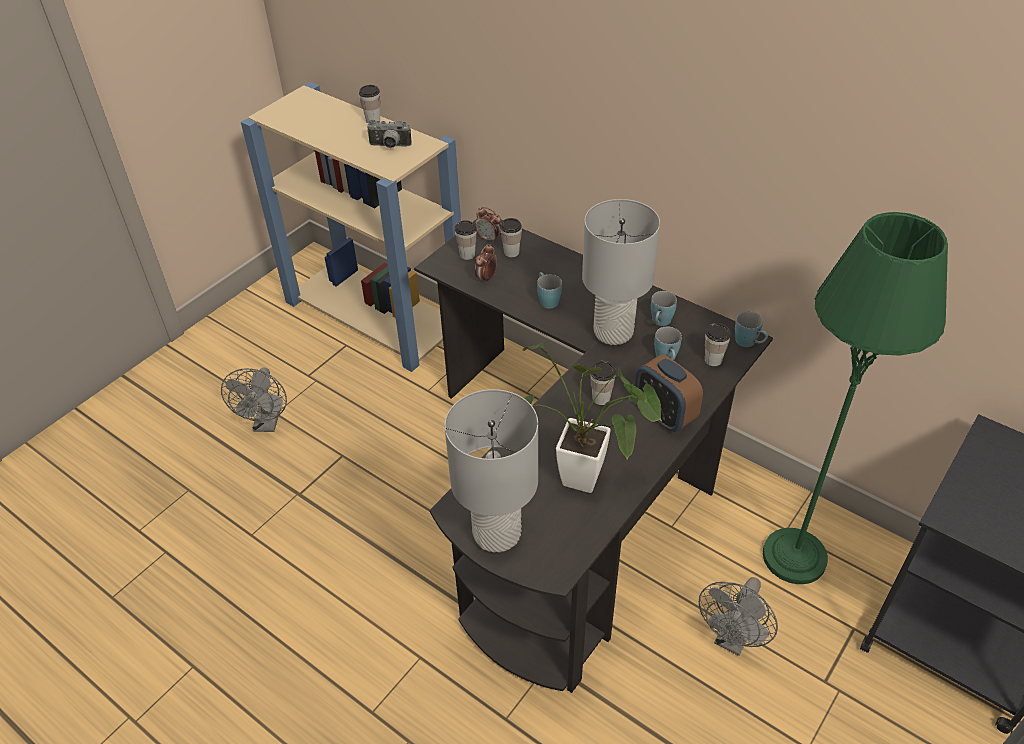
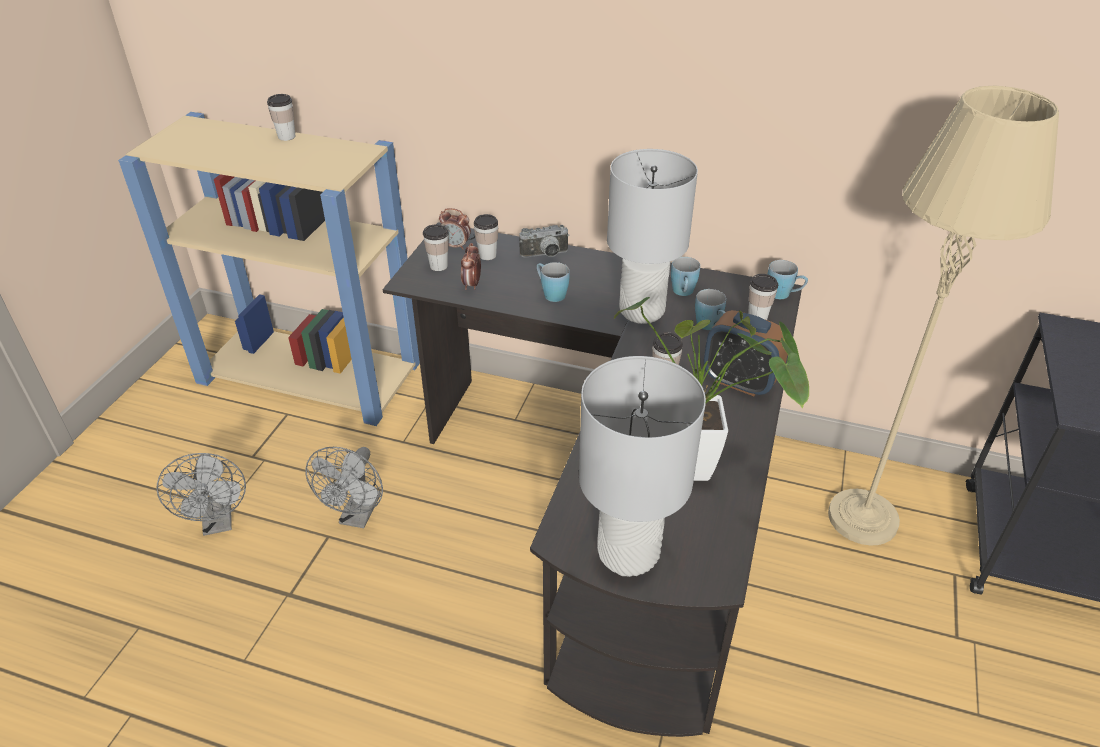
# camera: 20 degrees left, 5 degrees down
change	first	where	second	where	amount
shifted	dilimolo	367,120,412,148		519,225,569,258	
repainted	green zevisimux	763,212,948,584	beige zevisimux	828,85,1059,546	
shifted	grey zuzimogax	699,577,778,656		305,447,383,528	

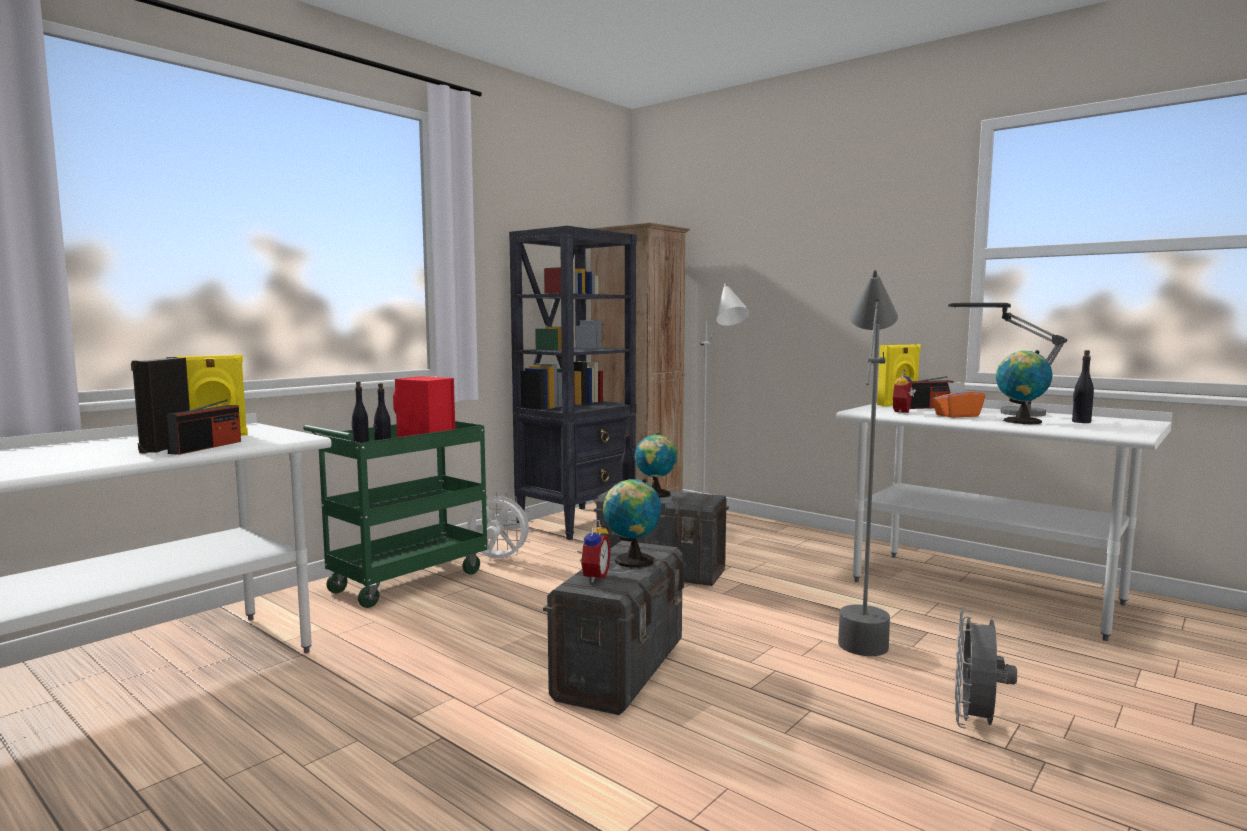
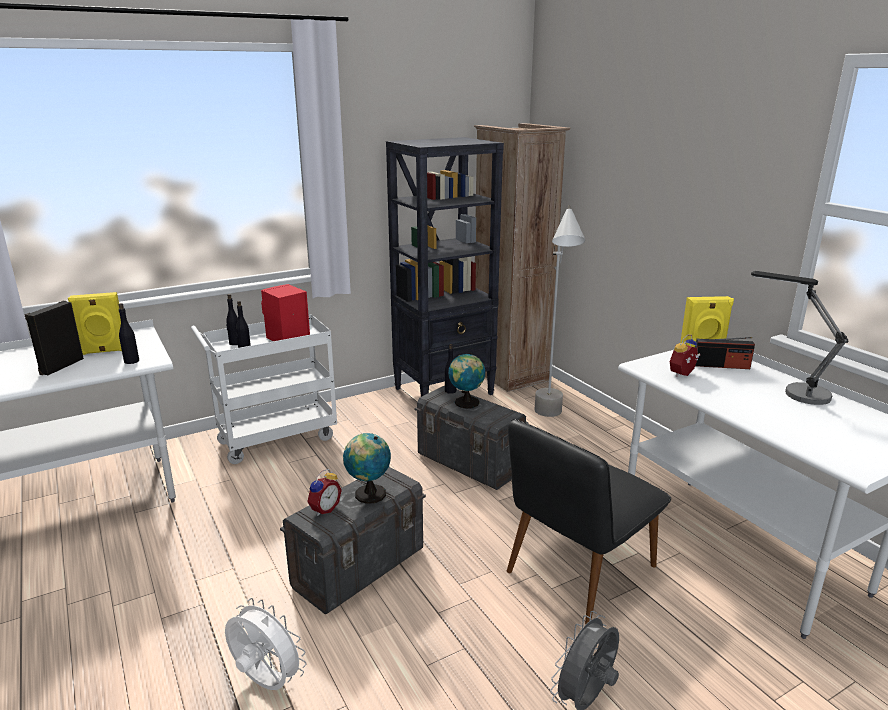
# camera: 20 degrees right, 15 degrees up
change	first	where	second	where	amount
swapped	grey zevisimux	838,270,898,656	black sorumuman	507,419,671,624	
gone	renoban	996,350,1053,424			
shifted	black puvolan	1072,350,1094,423		119,303,139,364	
gone	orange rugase	932,382,985,418			
gone	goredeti	165,399,241,455			
repainted	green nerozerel	303,421,487,608	white nerozerel	191,314,337,464	
shifted	white zuzimogax	467,492,533,558		225,598,307,690	

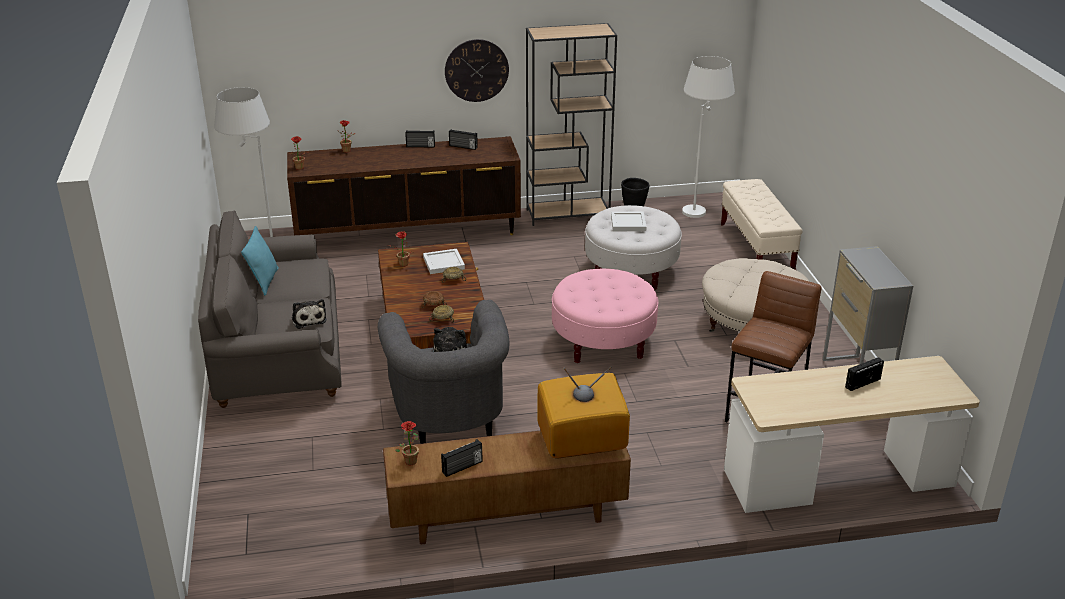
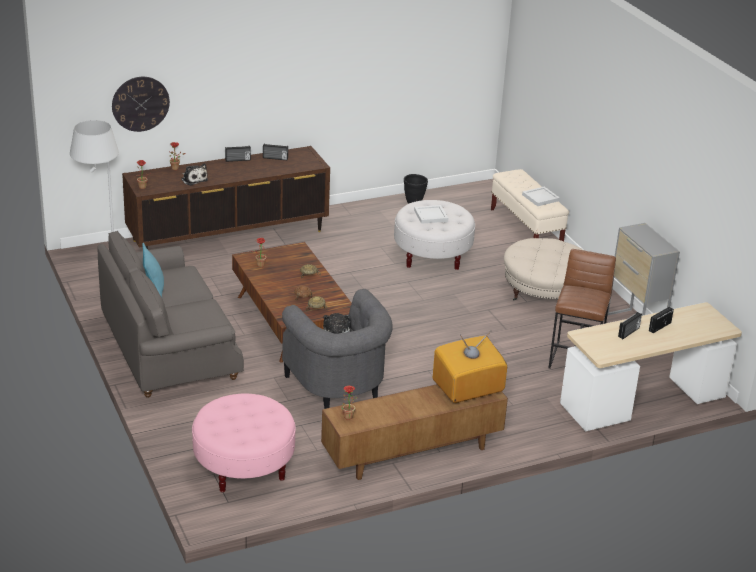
# camera: 15 degrees left, 0 degrees up
change	first	where	second	where	amount
gone	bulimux	526,23,617,226			
shifted	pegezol	445,39,509,102		112,77,170,132	
gone	white zevisimux	682,56,735,218			
shifted	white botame	423,249,465,274		522,187,560,206	
shifted	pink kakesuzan	552,269,658,363		192,394,296,492	
shifted	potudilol	292,299,327,329		181,163,208,186	
shifted	goredeti	441,439,483,477		618,312,642,339	

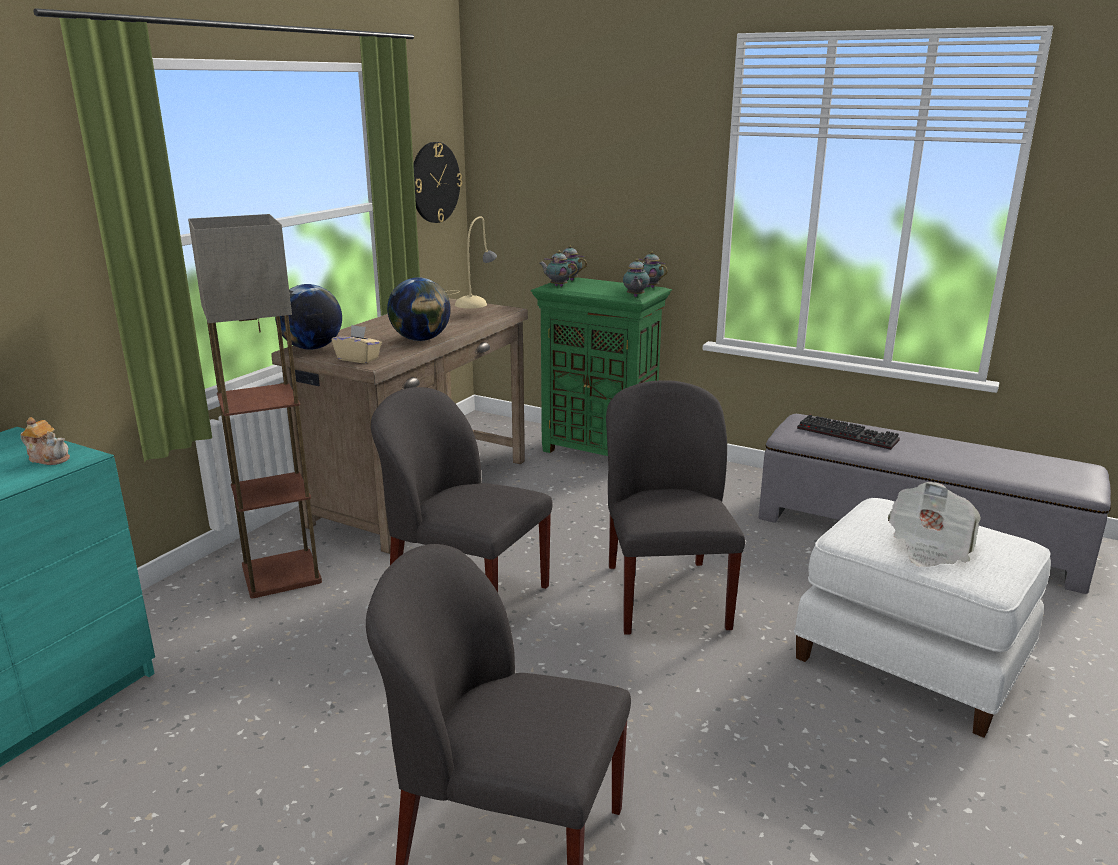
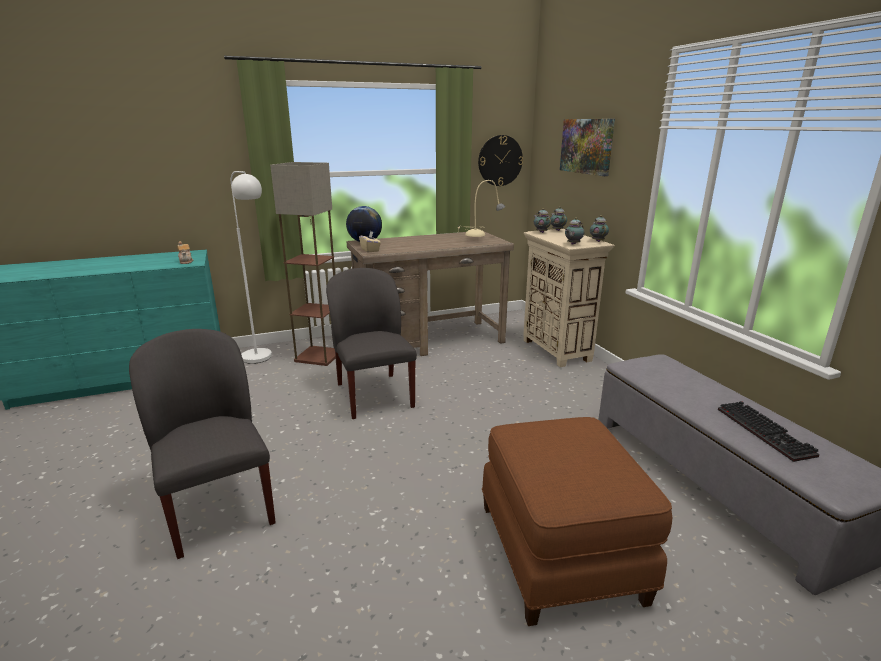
# camera: 40 degrees right, 0 degrees up
change	first	where	second	where	amount
gone	renoban	387,277,451,341			
repainted	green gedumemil	531,277,672,456	beige gedumemil	523,229,615,367	
gone	grey sorumuman	606,380,745,635			
shifted	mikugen	797,414,900,450		718,401,820,462	
gone	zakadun	888,482,981,567			
repainted	white kakesuzan	794,498,1051,738	brown kakesuzan	482,417,672,626	
new			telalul	560,119,615,176	
new			white zevisimux	231,171,272,364	

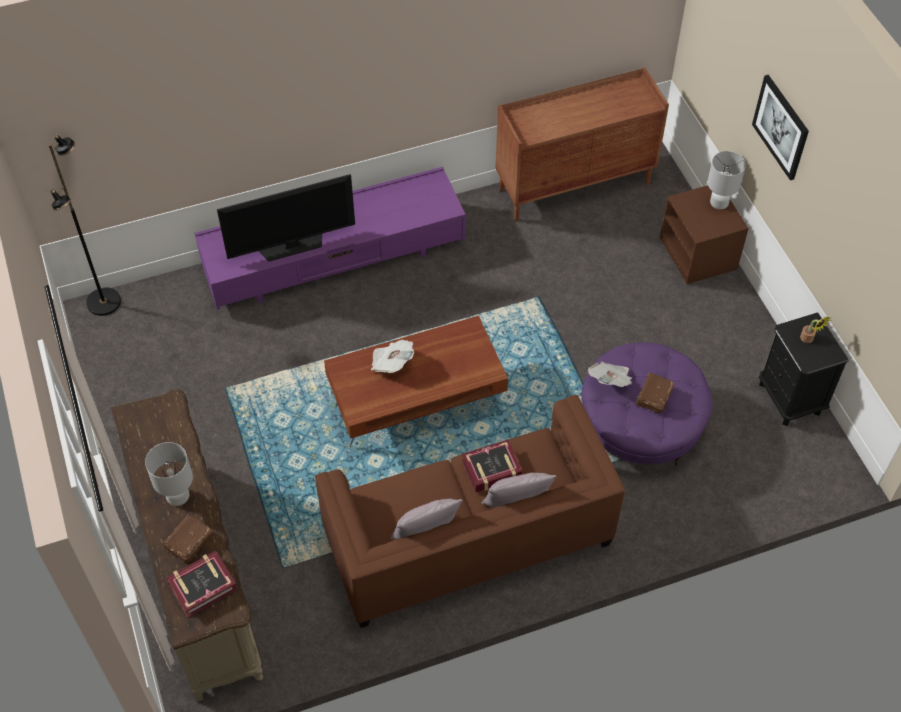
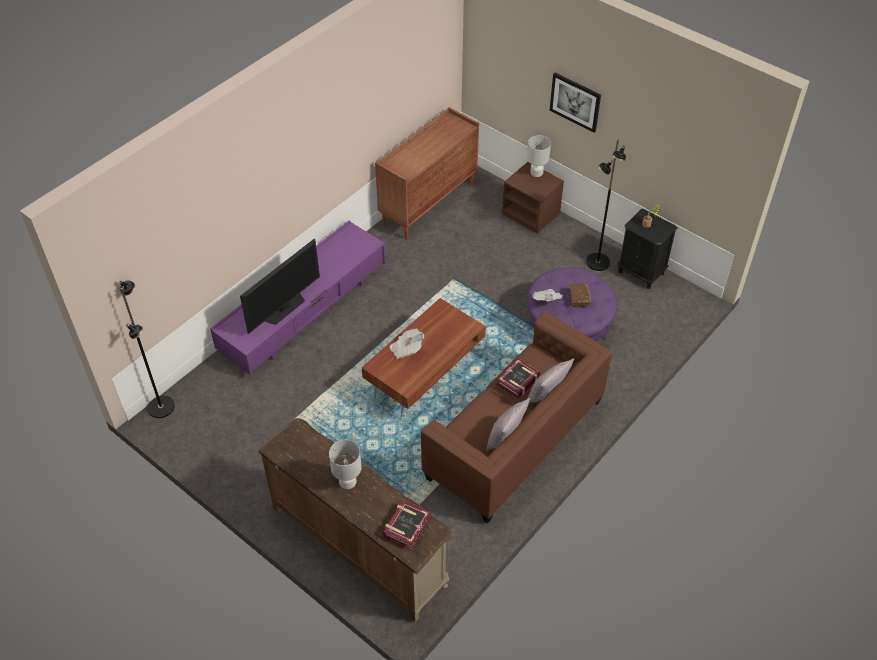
# camera: 30 degrees left, 5 degrees down
change	first	where	second	where	amount
gone	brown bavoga	163,514,212,563			
new			black zevisimux	586,139,626,271	

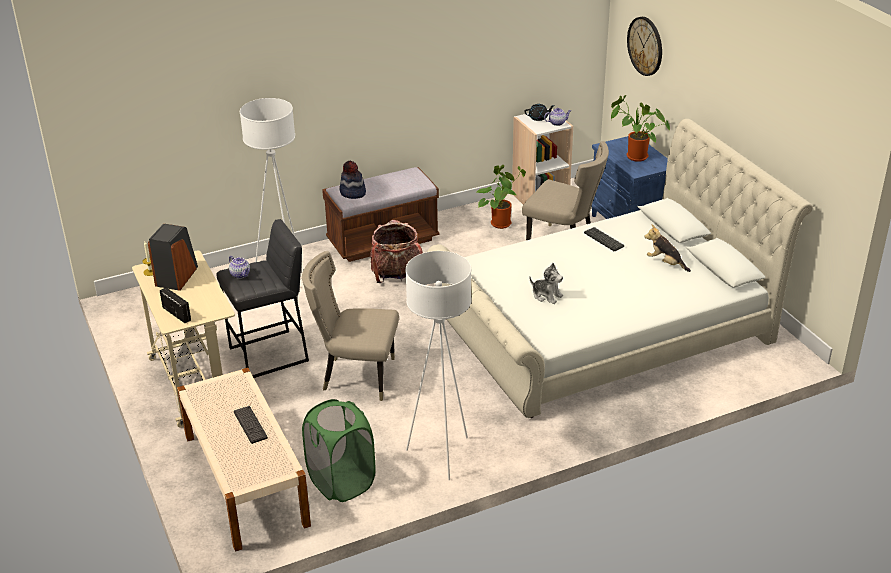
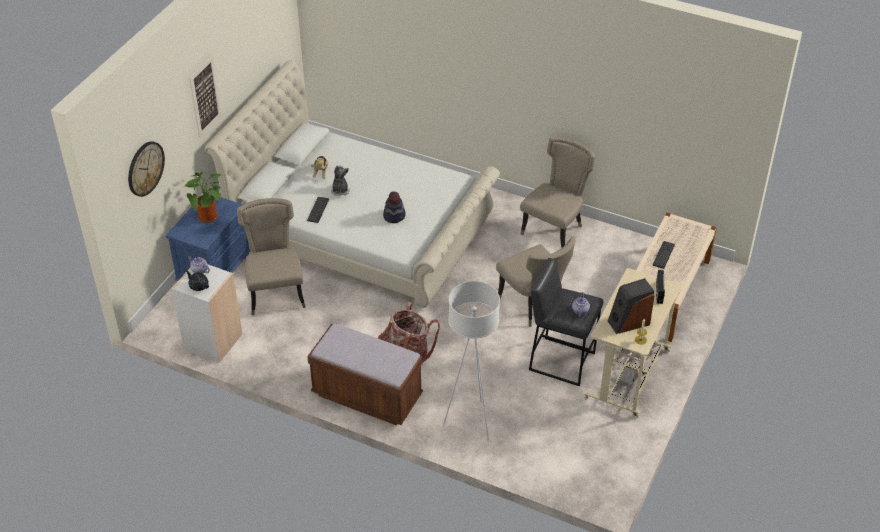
# camera: 130 degrees left, 10 degrees up
change	first	where	second	where	amount
shifted	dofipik	339,161,366,199		383,191,406,223	
gone	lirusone	477,165,526,229			
swapped	white zevisimux	405,251,472,480	beige sorumuman	520,137,595,248	
shifted	potudilol	529,263,563,304		331,165,350,196	
gone	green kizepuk	302,399,376,502			
new			telalul	189,56,222,137	

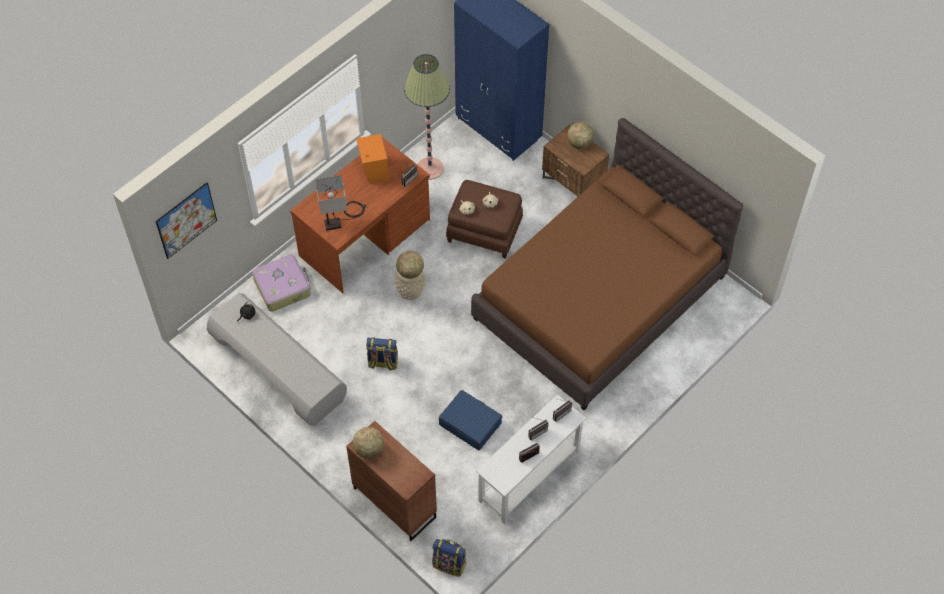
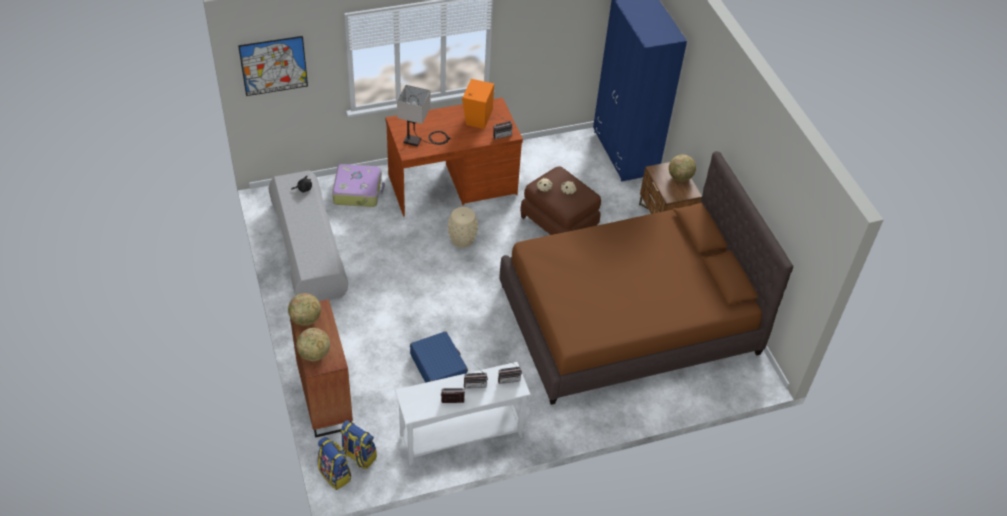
# camera: 25 degrees right, 10 degrees down
change	first	where	second	where	amount
gone	zevisimux	404,54,450,180			
shifted	renoban	396,251,424,279		296,328,330,361	
shifted	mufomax	366,337,398,371		340,420,377,469	

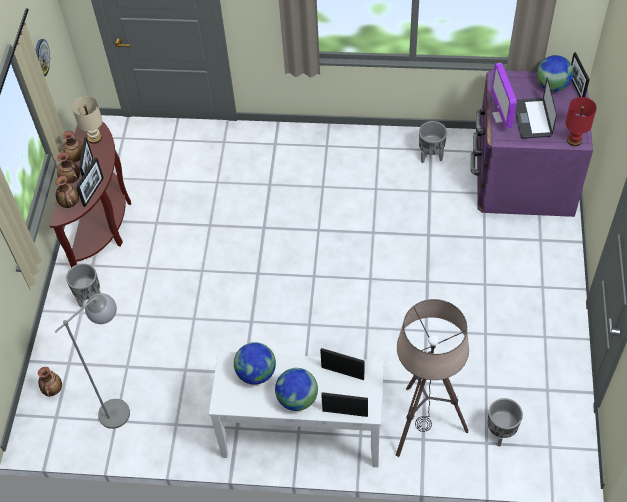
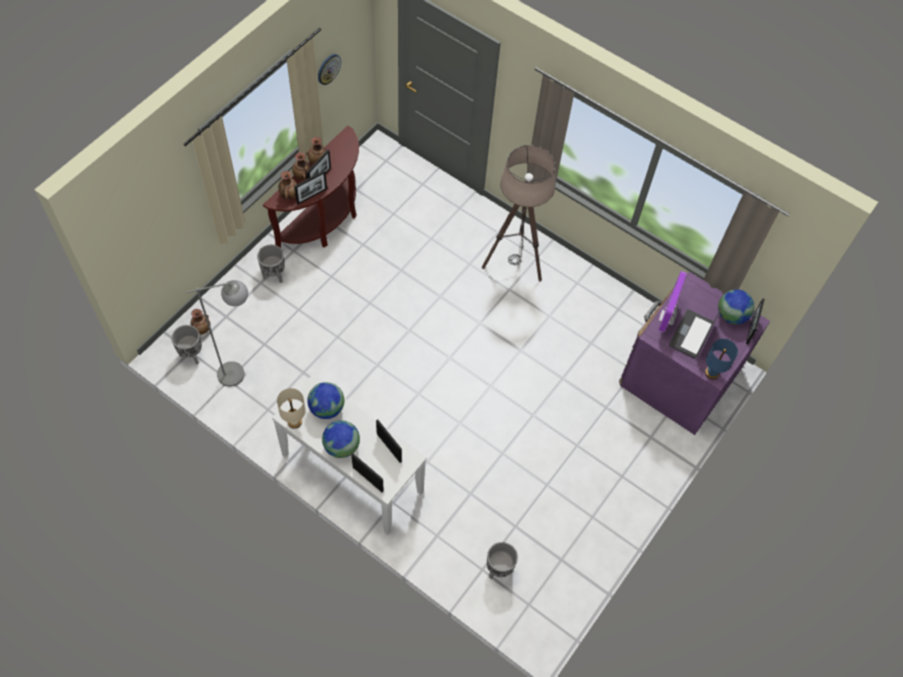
# camera: 25 degrees right, 5 degrees up
change	first	where	second	where	amount
shifted	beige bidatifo	72,96,102,144		277,388,306,429	
repainted	red bidatifo	565,97,597,146	blue bidatifo	705,339,738,380	
shifted	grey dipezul	419,121,447,163		171,325,202,365	
shifted	zevisimux	396,299,469,457		482,145,555,282	

